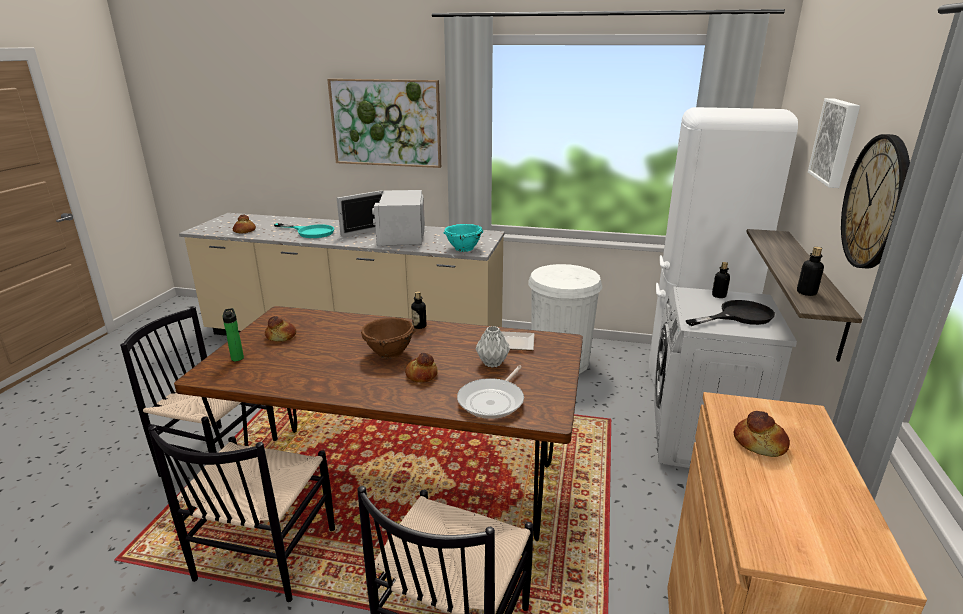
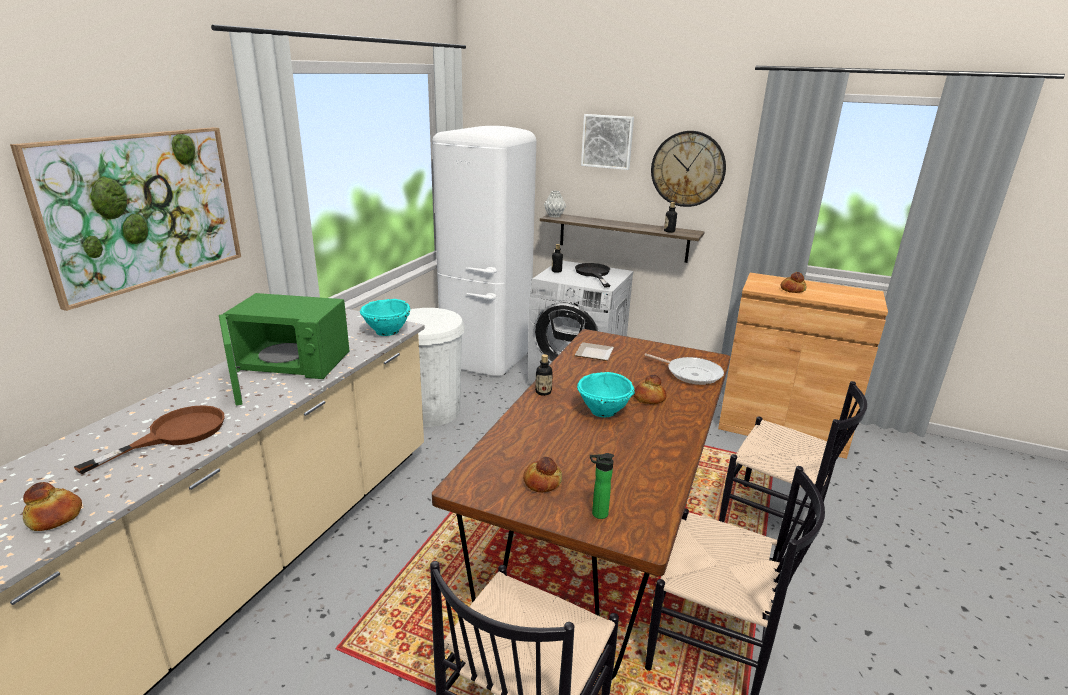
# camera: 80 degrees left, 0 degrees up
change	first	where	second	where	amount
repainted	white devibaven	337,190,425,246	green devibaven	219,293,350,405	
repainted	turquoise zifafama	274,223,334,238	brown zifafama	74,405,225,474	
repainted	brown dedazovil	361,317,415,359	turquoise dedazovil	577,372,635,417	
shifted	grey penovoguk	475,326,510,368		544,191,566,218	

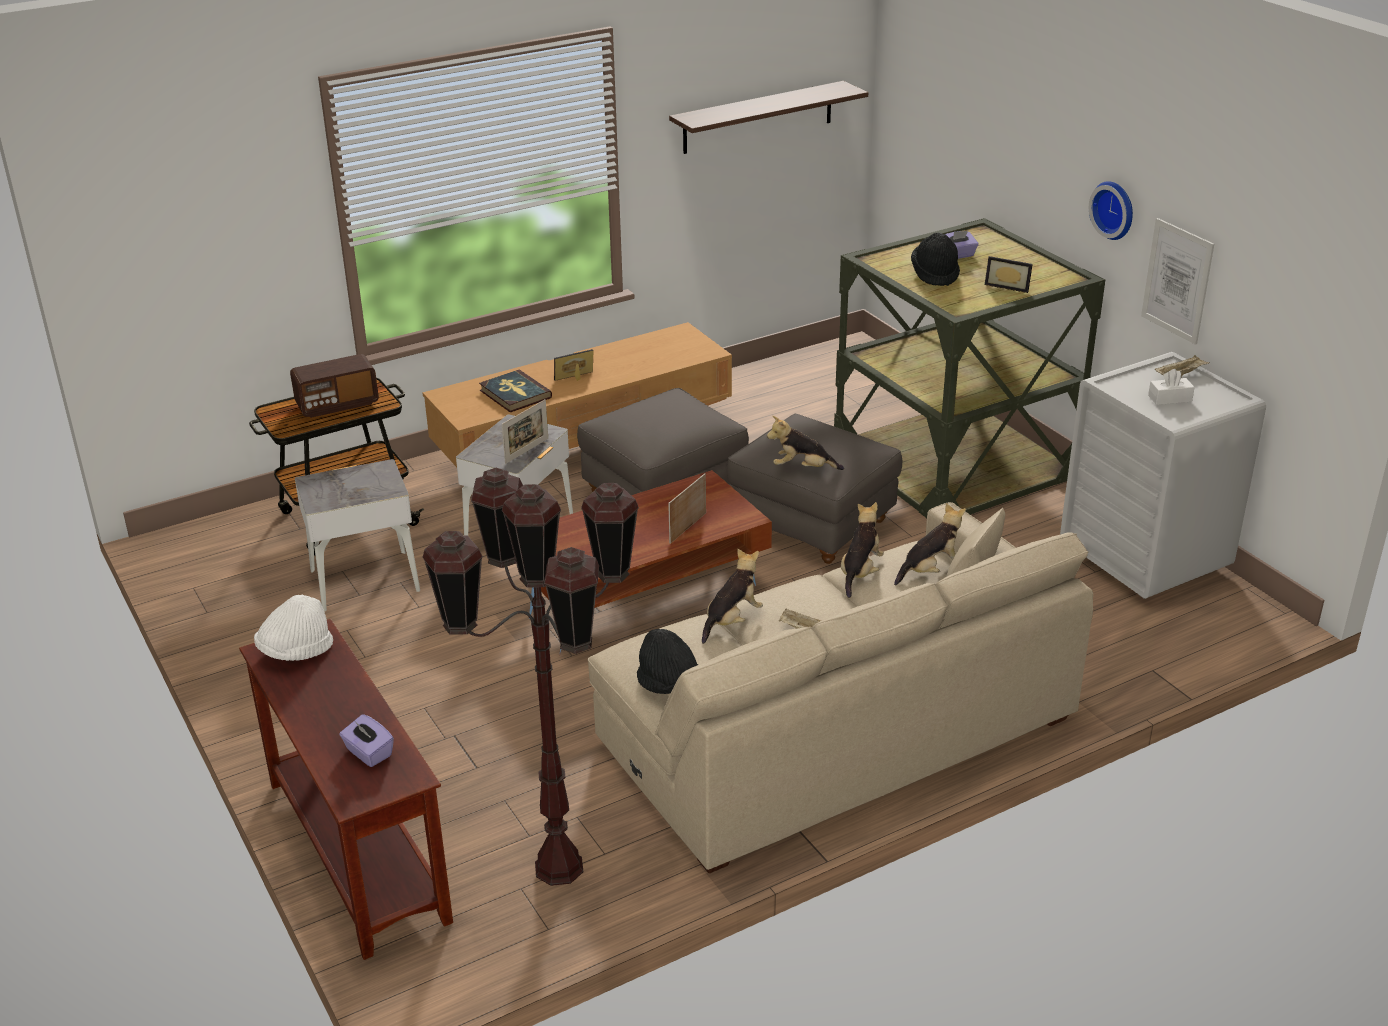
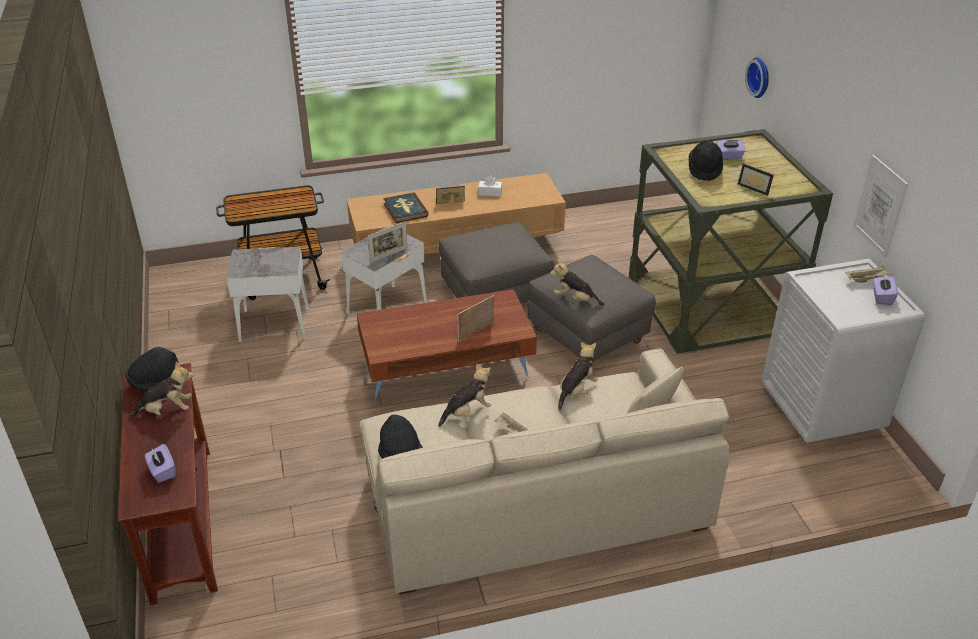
# camera: 15 degrees right, 5 degrees up
change	first	where	second	where	amount
gone	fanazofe	669,81,868,154			
shifted	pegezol	1089,181,1133,240		745,57,769,98	
gone	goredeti	290,354,379,418			
shifted	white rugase	1148,369,1195,405		478,175,502,196	
gone	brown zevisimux	422,468,639,886			
shifted	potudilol	894,503,966,586		129,362,194,418	
repainted	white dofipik	254,594,333,661	black dofipik	125,347,178,392	
new			purple rugase	873,275,898,305	

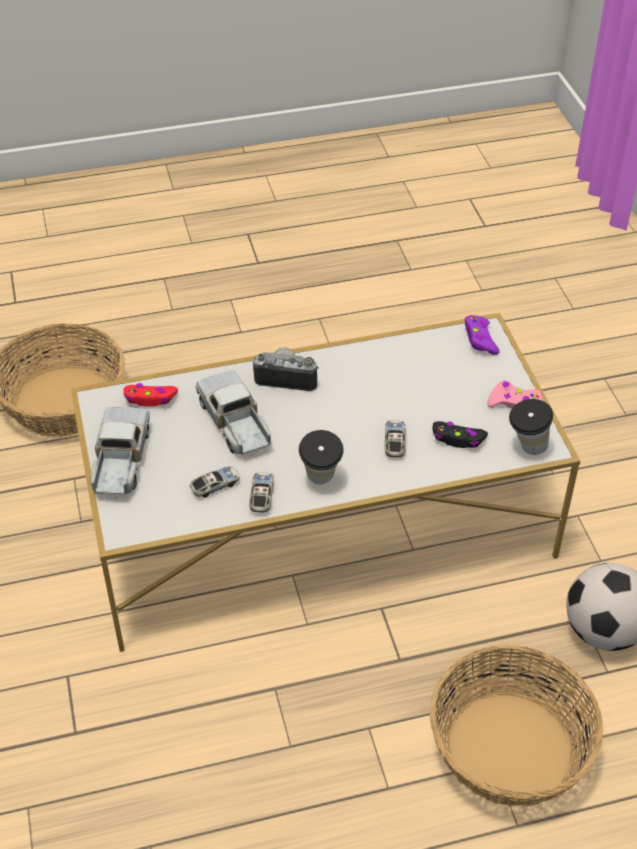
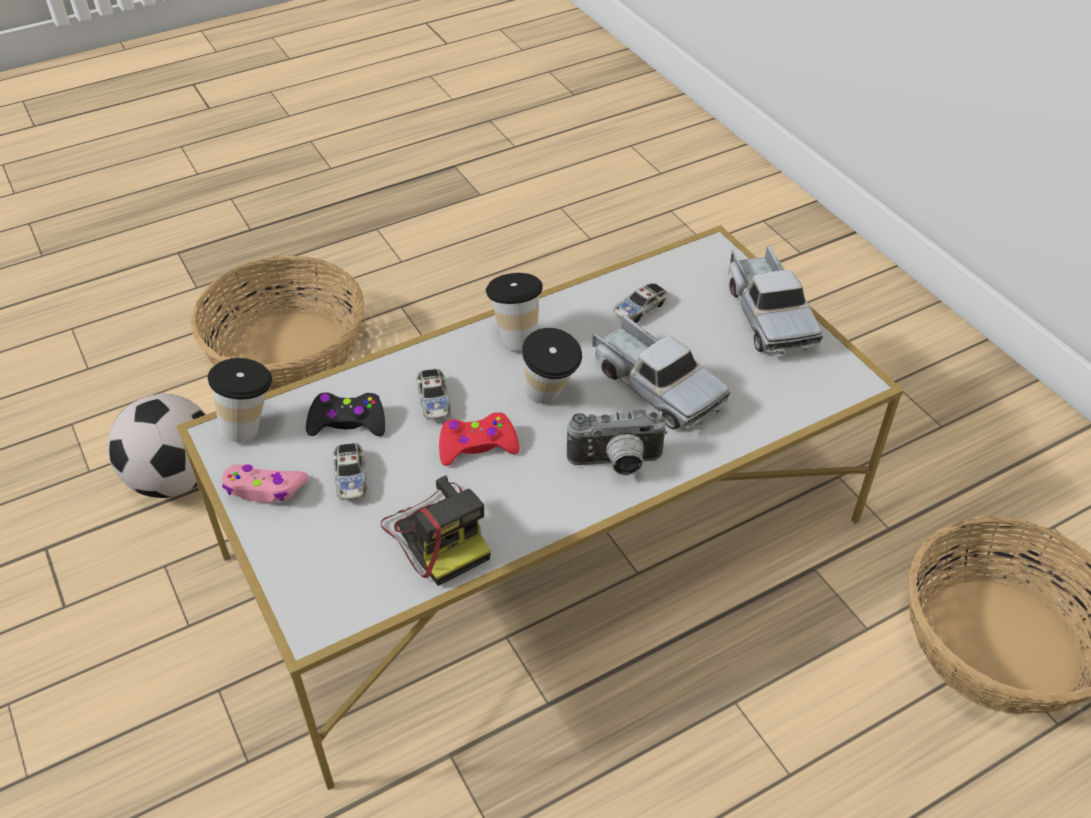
# camera: 165 degrees right, 0 degrees up
change	first	where	second	where	amount
gone	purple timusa	465,315,500,355			
shifted	red timusa	123,383,178,407		439,412,520,466	
shifted	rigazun	249,472,274,513		333,443,367,500	
new			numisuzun	522,328,582,404	
new			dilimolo	381,476,491,586	

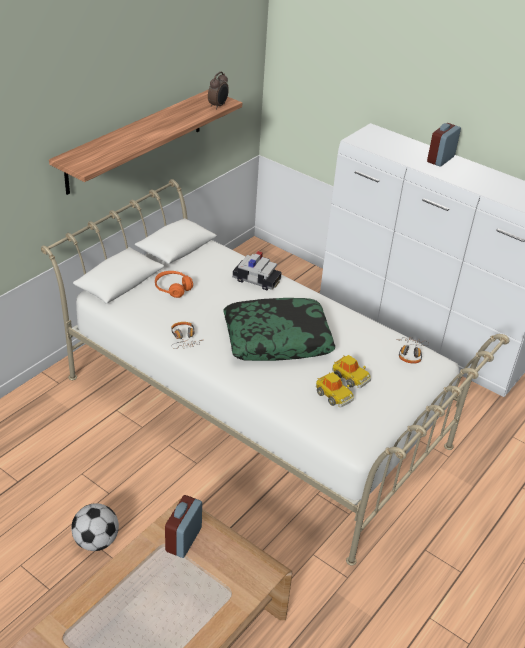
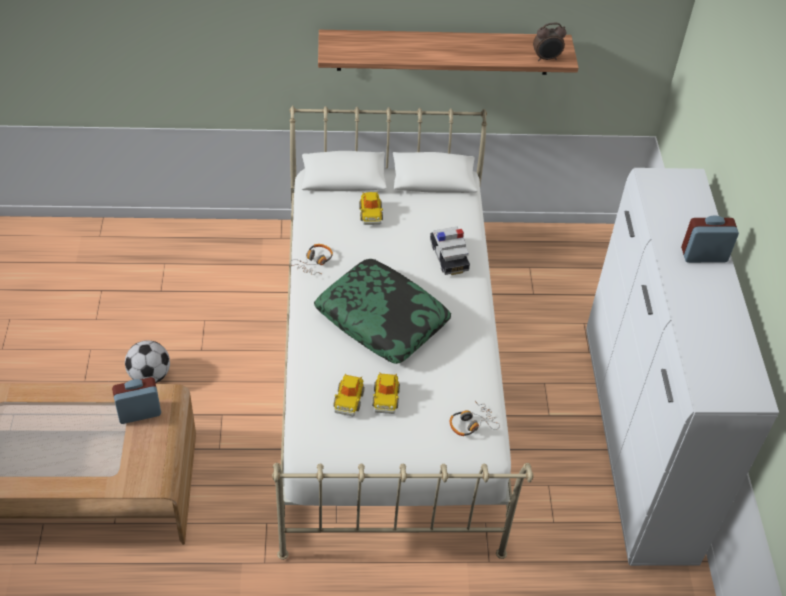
# camera: 50 degrees right, 10 degrees up
change	first	where	second	where	amount
swapped	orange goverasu	155,271,193,298	rigazun	359,192,383,225	

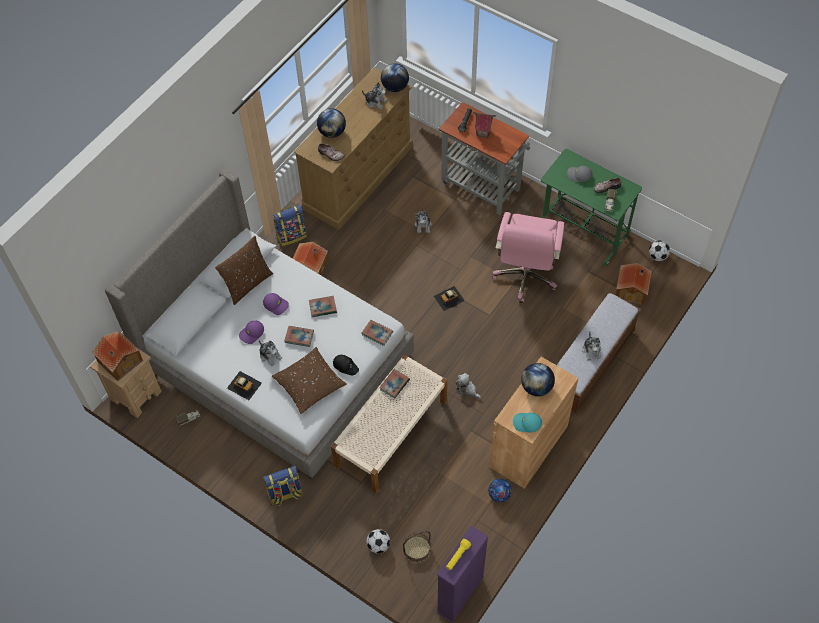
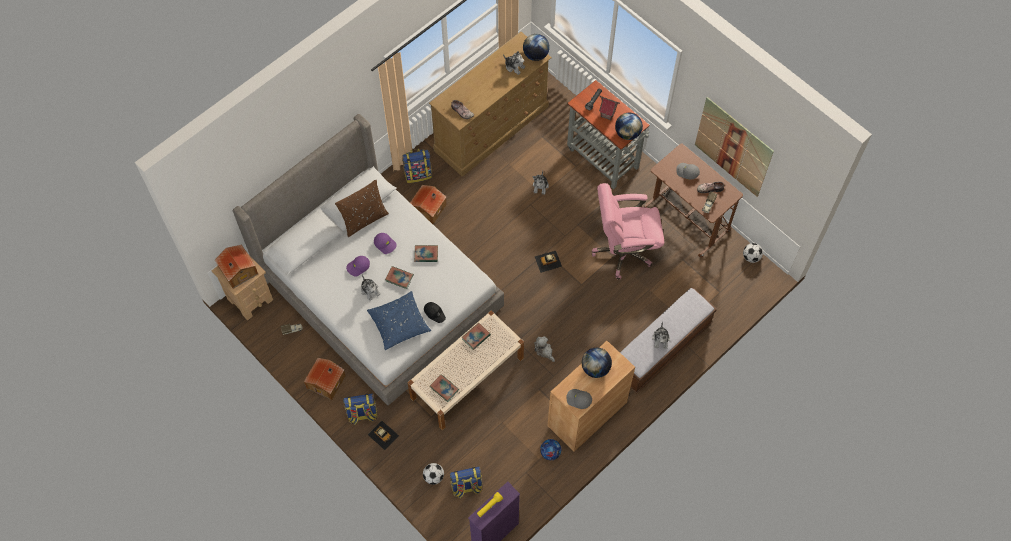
# camera: 10 degrees right, 5 degrees up
change	first	where	second	where	amount
shifted	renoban	317,108,346,138		615,112,643,140	
repainted	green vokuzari	541,149,642,266	brown vokuzari	644,143,743,257	
rotated	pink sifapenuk	492,212,564,303		592,183,664,280	60 degrees clockwise
shifted	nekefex	615,263,652,305		304,358,346,400	
shifted	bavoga	362,320,393,346		430,374,459,402	
repainted	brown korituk	272,347,347,414	blue korituk	367,291,431,350	
shifted	rigazun	227,371,262,400		368,421,399,450	
repainted	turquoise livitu	513,413,542,433	grey livitu	566,389,592,409	
swapped	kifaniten	403,531,431,562	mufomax	450,467,483,498	
new			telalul	695,97,774,197	

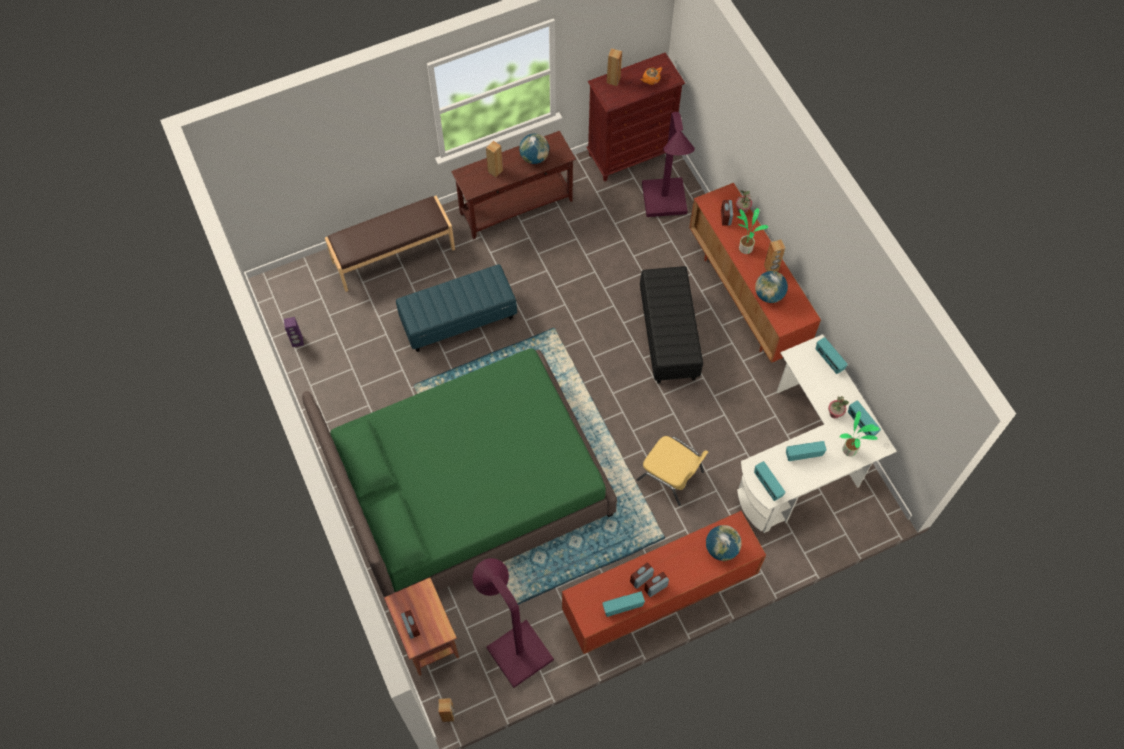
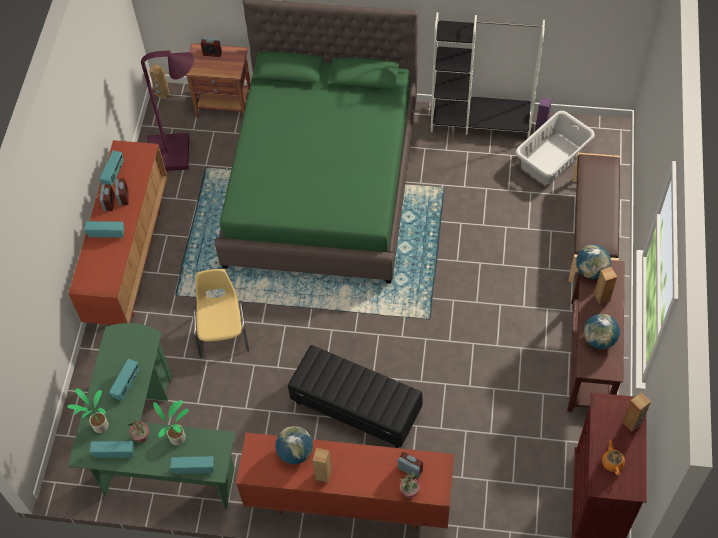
# camera: 125 degrees right, 5 degrees down
change	first	where	second	where	amount
gone	purple zevisimux	642,112,695,217			
shifted	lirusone	737,208,769,254		153,400,189,445	
gone	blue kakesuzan	396,264,517,352			
repainted	white vokuzari	737,334,897,533	green vokuzari	68,323,235,510	
rotated	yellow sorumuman	636,436,708,506		193,269,249,358	105 degrees clockwise
shifted	goredeti	754,461,786,501		84,221,124,238	
shifted	renoban	706,525,742,561		576,245,611,279	
new			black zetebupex	431,12,545,139	
new			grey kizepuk	515,111,595,185	

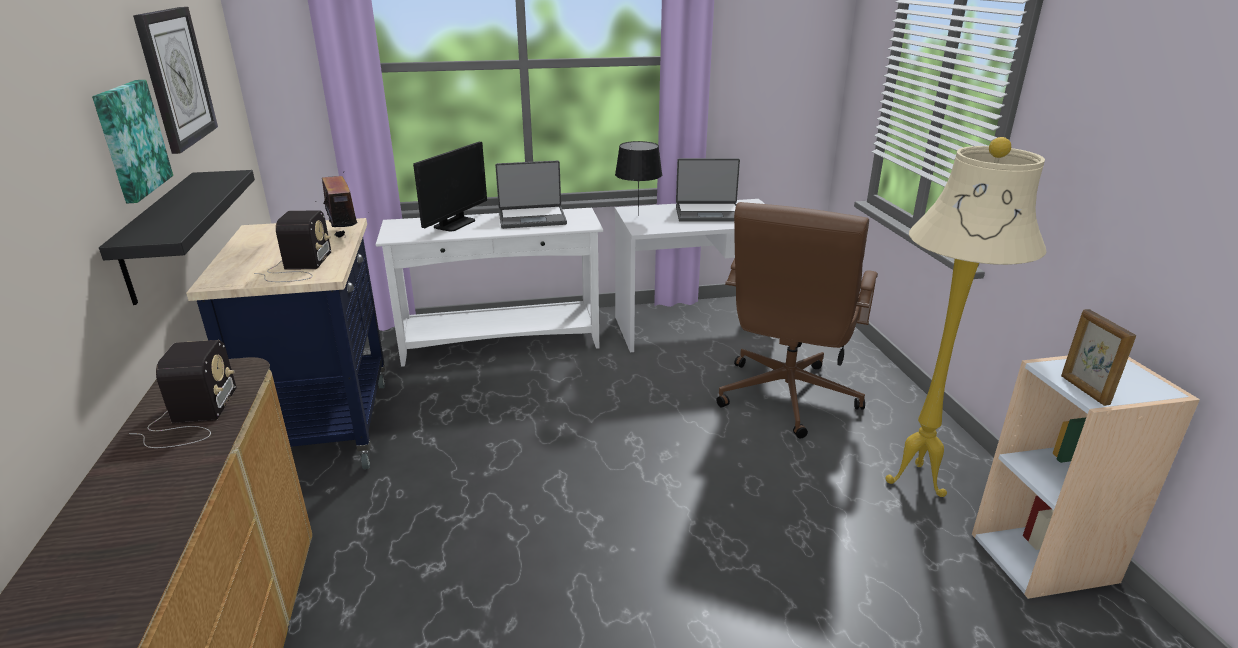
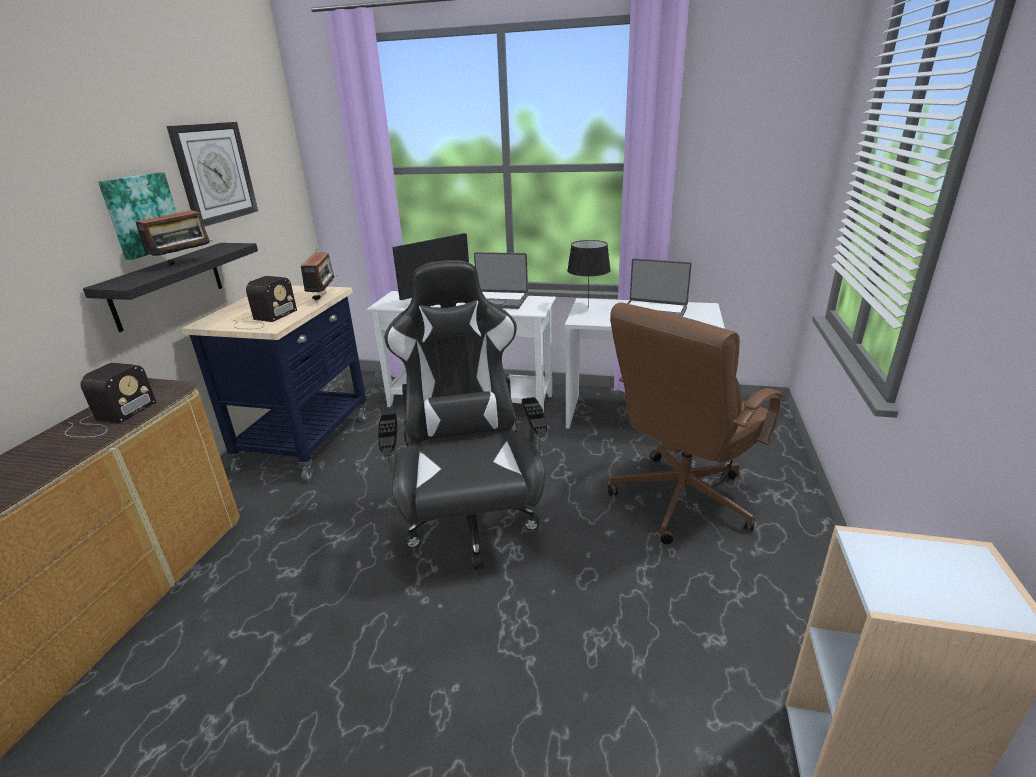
# camera: 25 degrees right, 0 degrees up
change	first	where	second	where	amount
gone	beige zevisimux	886,137,1046,497			
gone	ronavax	1061,309,1136,406			
new			goredeti	135,204,213,265	
new			black sifapenuk	378,260,548,570	

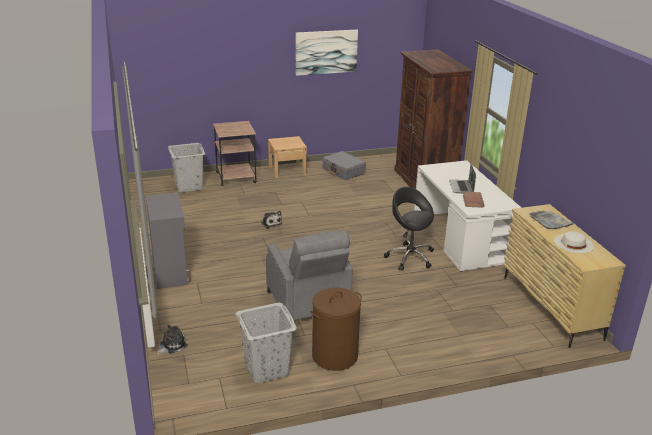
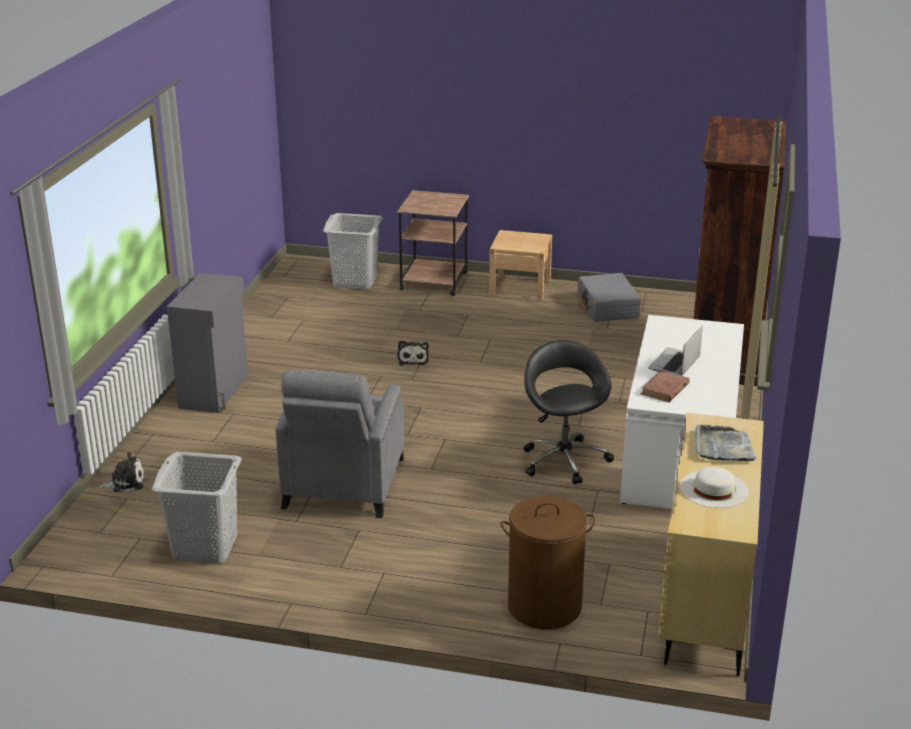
# camera: 30 degrees right, 0 degrees up
change	first	where	second	where	amount
gone	telalul	296,29,358,76			
shifted	brown kizepuk	310,288,362,371		500,496,595,630	

